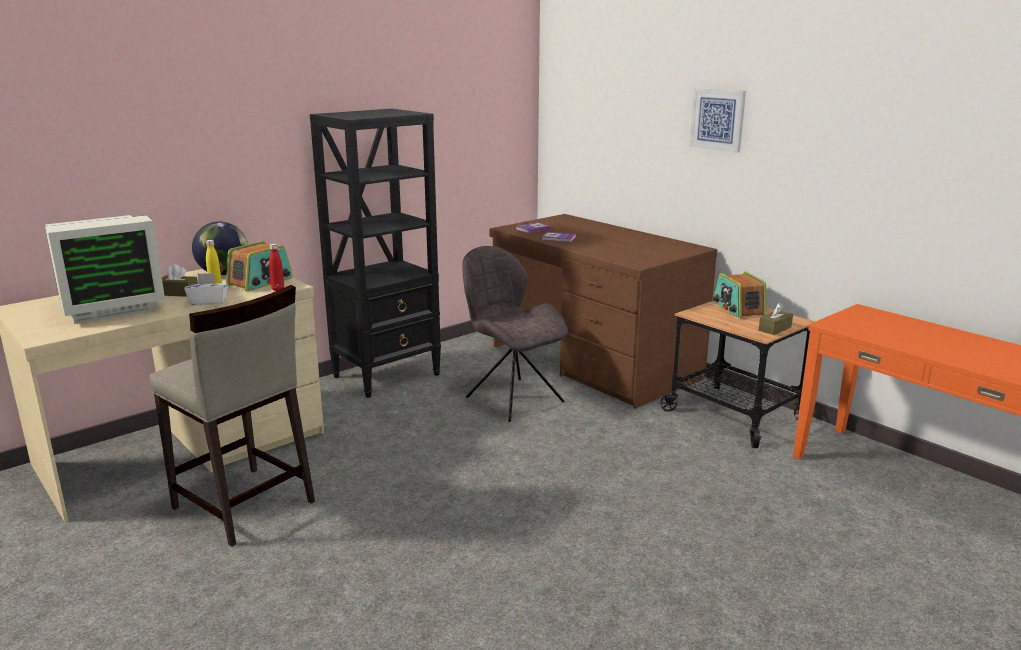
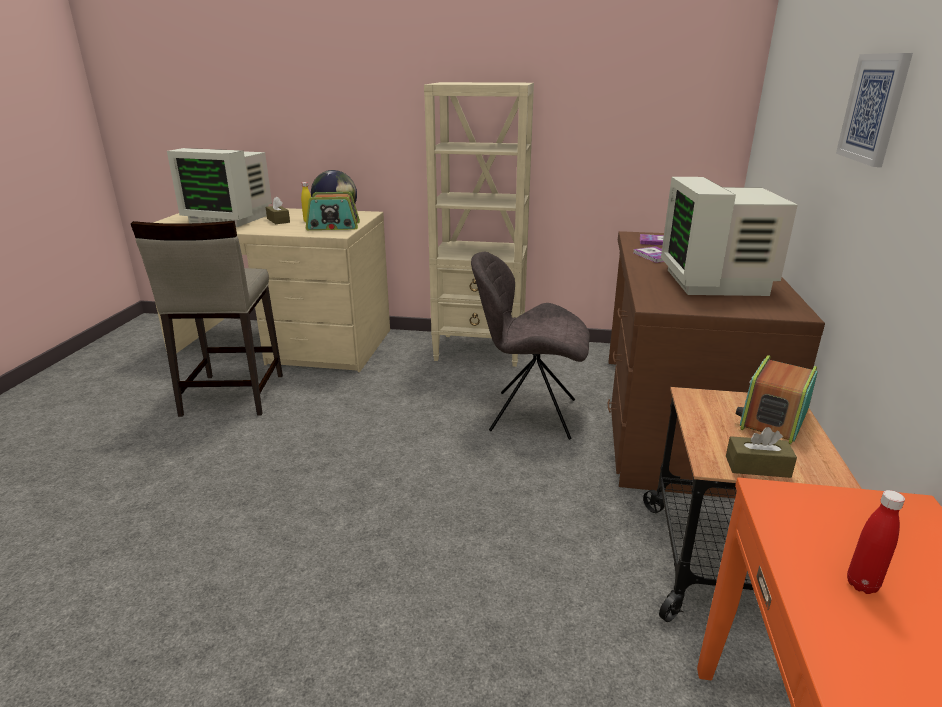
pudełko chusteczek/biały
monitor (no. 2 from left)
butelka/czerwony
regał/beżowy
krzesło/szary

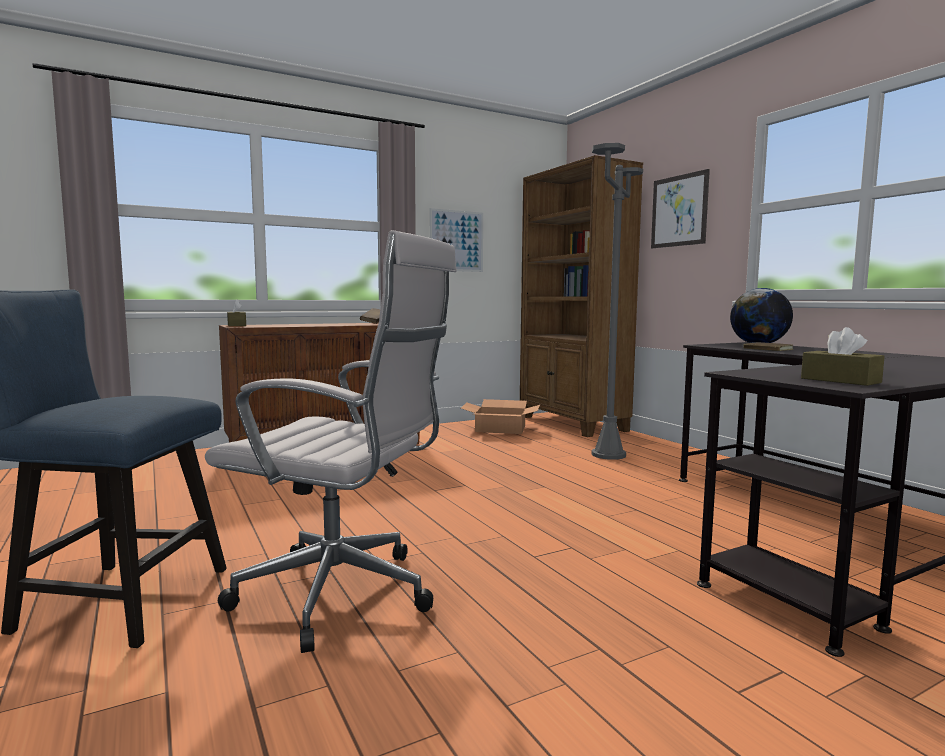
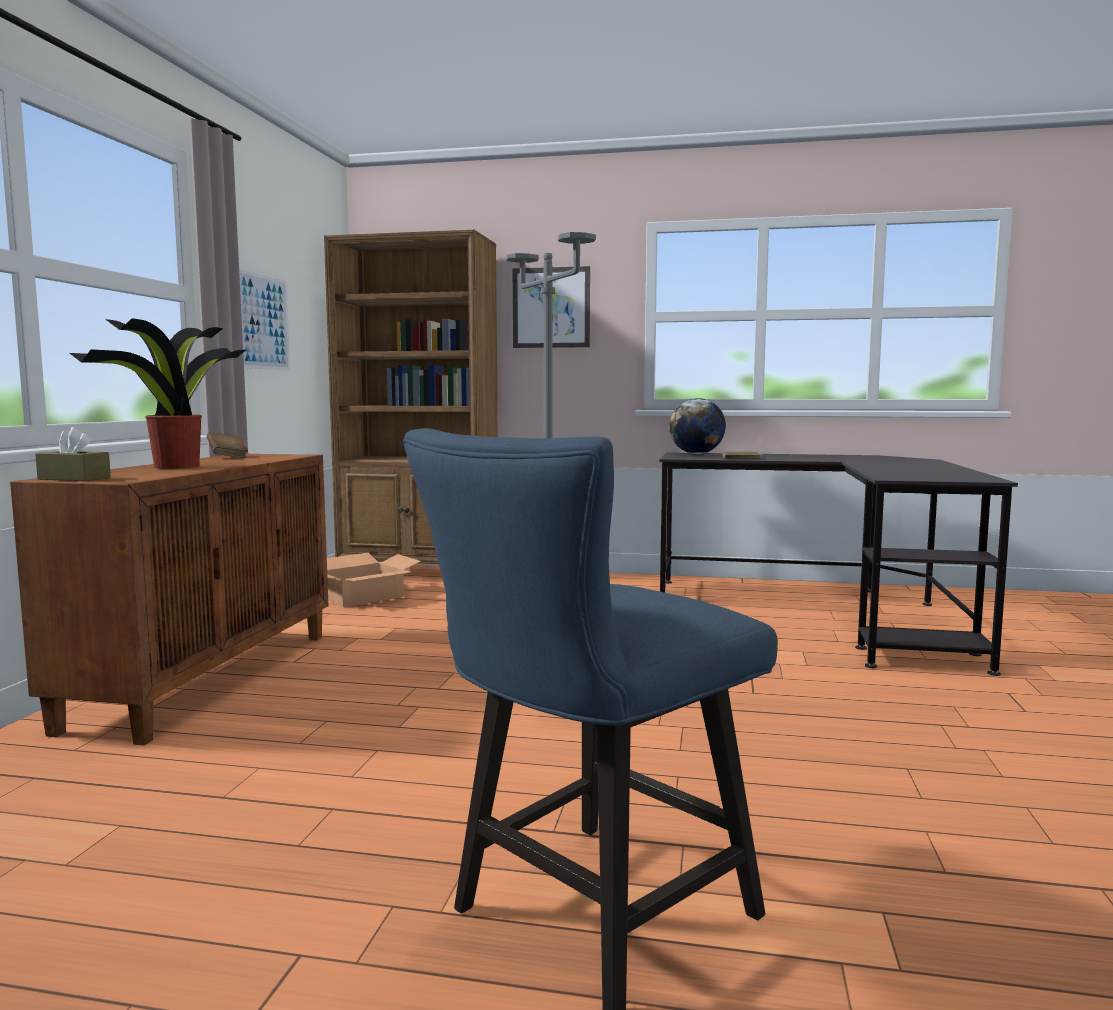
krzesło biurowe/biały
pudełko chusteczek/brązowy (no. 2 from left in the first image)
roślina doniczkowa

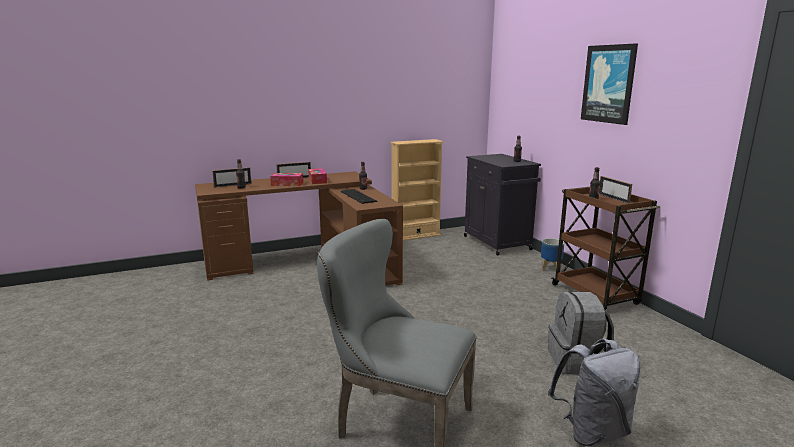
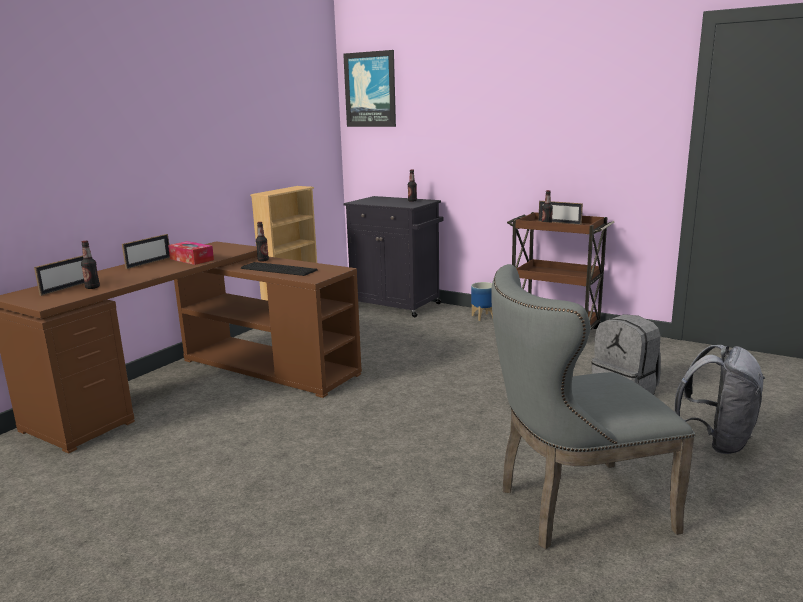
pudełko chusteczek (no. 1 from left in the first image)
obraz

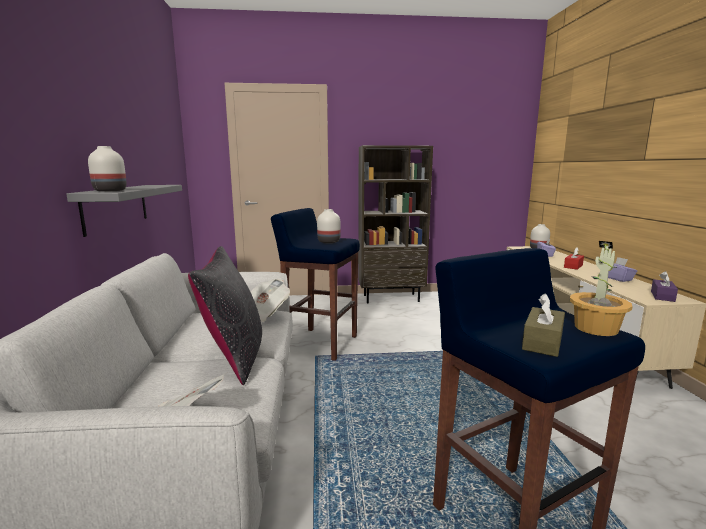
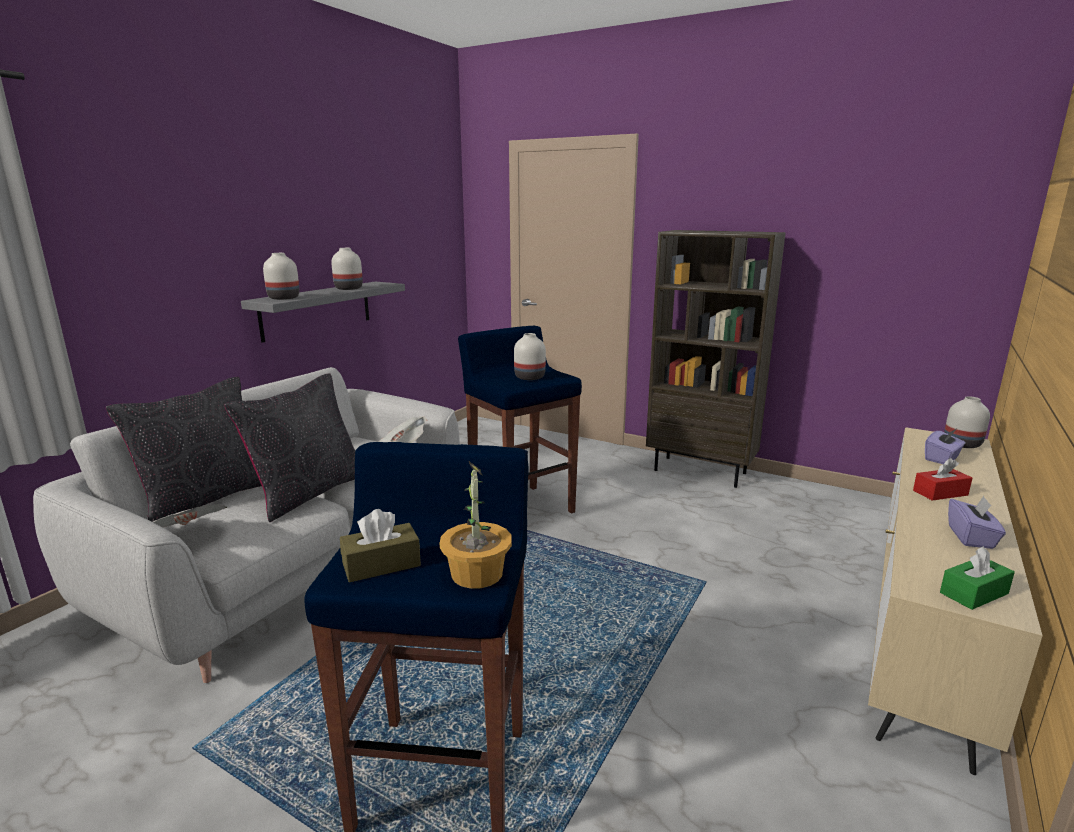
poduszka/czarny (no. 1 from left)
wazon/biały (no. 2 from left)
pudełko chusteczek/zielony

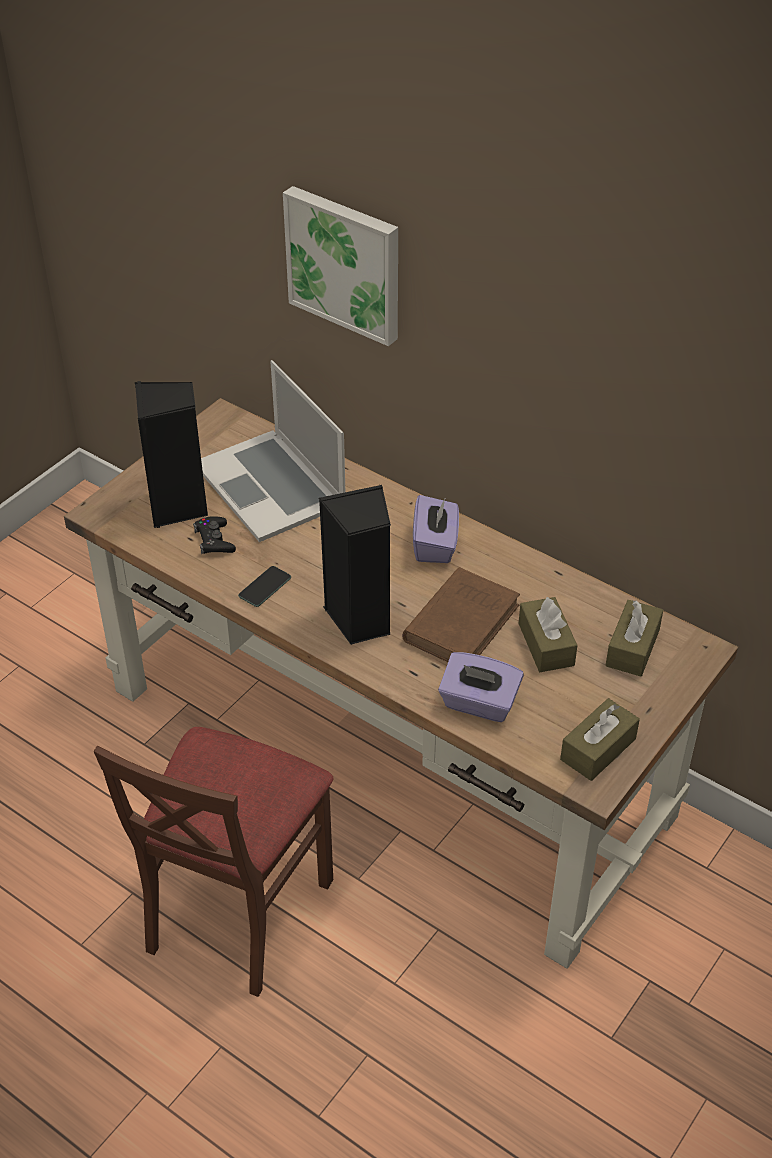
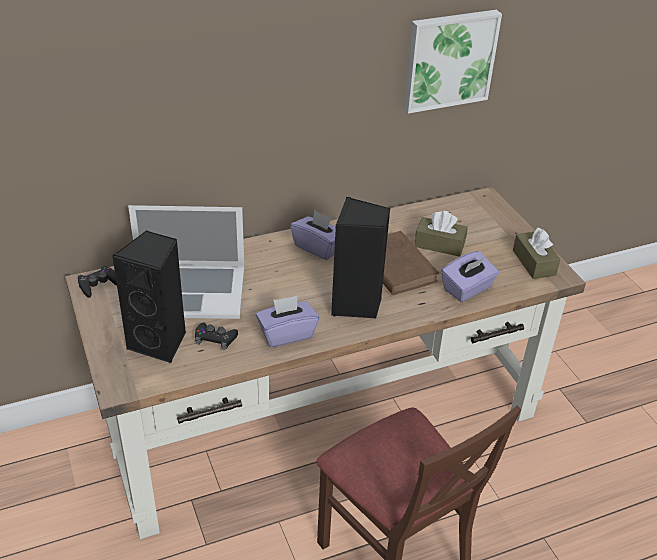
pudełko chusteczek/brązowy (no. 3 from left in the first image)
pad do gier/czarny (no. 1 from left)
obraz
pudełko chusteczek/fioletowy (no. 1 from left)

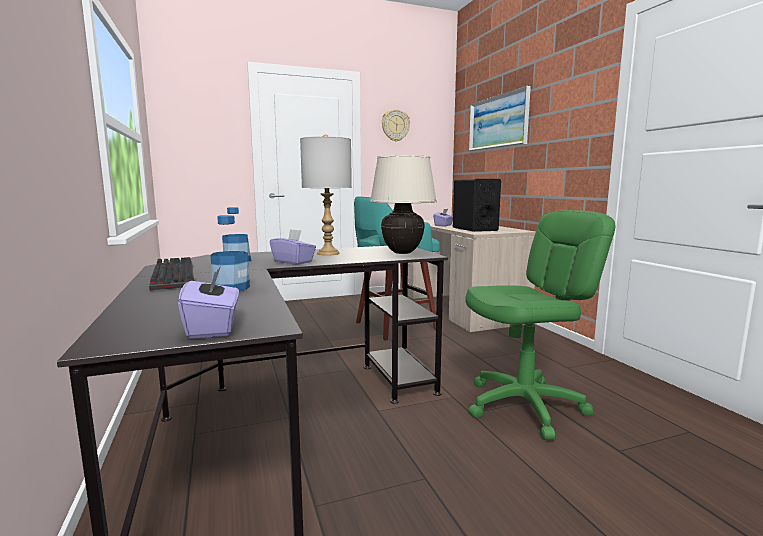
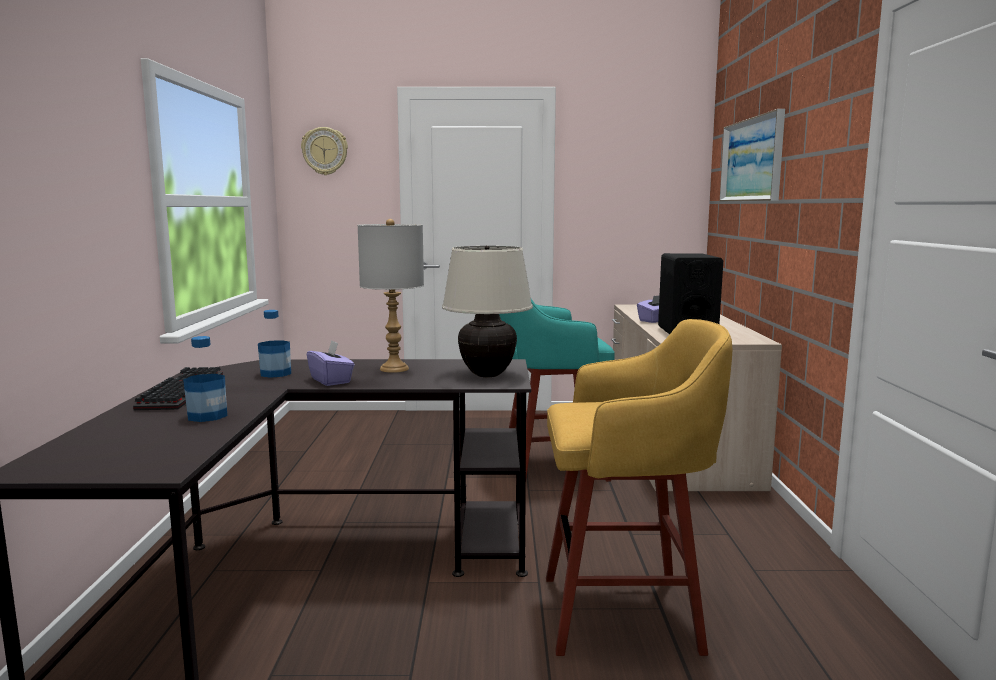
pudełko chusteczek/fioletowy (no. 1 from left in the first image)
zegar ścienny
stołek/żółty

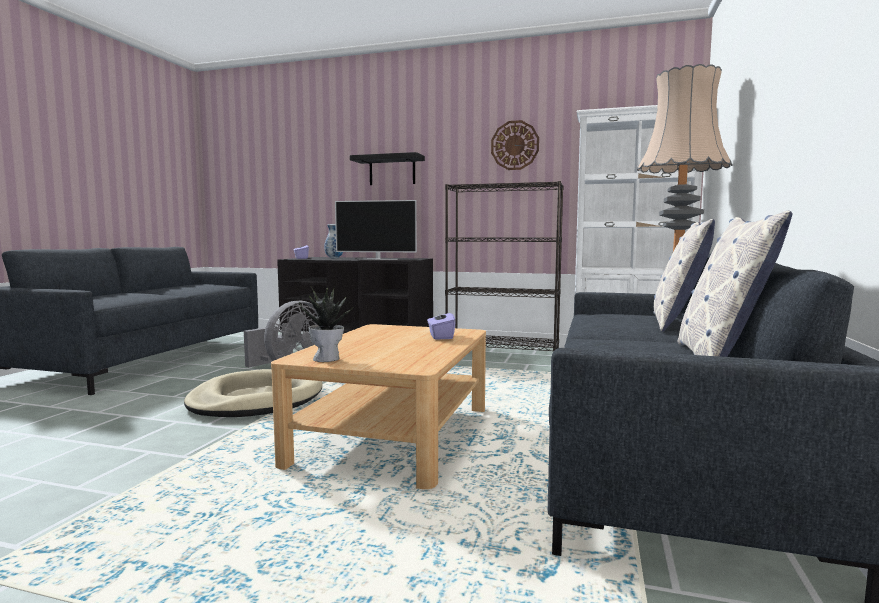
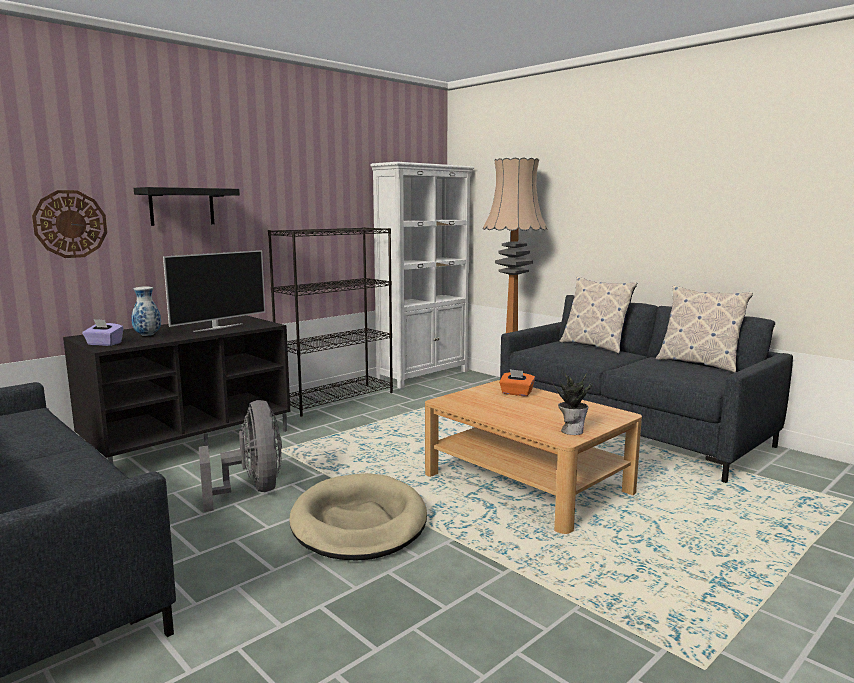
zegar ścienny
pudełko chusteczek/pomarańczowy

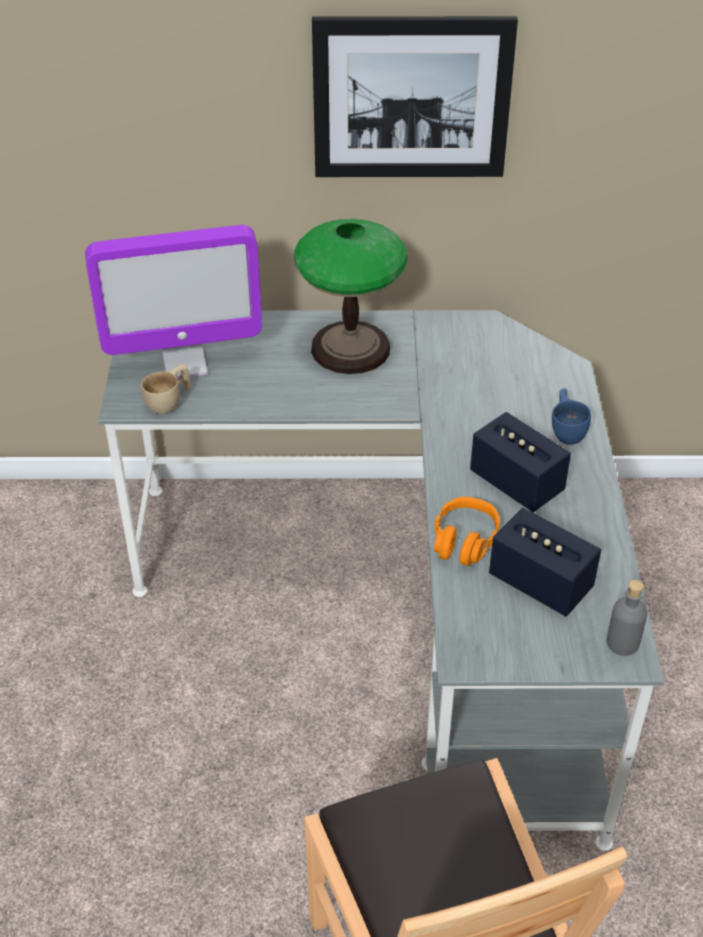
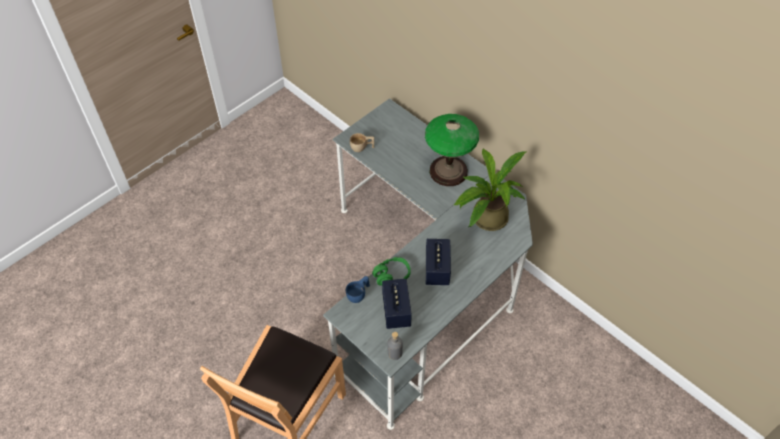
monitor
obraz
roślina doniczkowa
filiżanka/niebieski
słuchawki/zielony

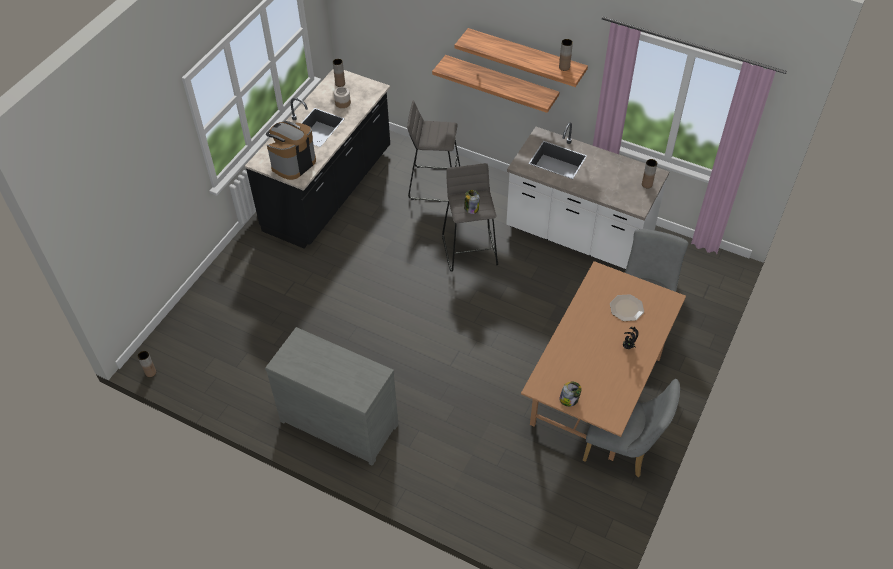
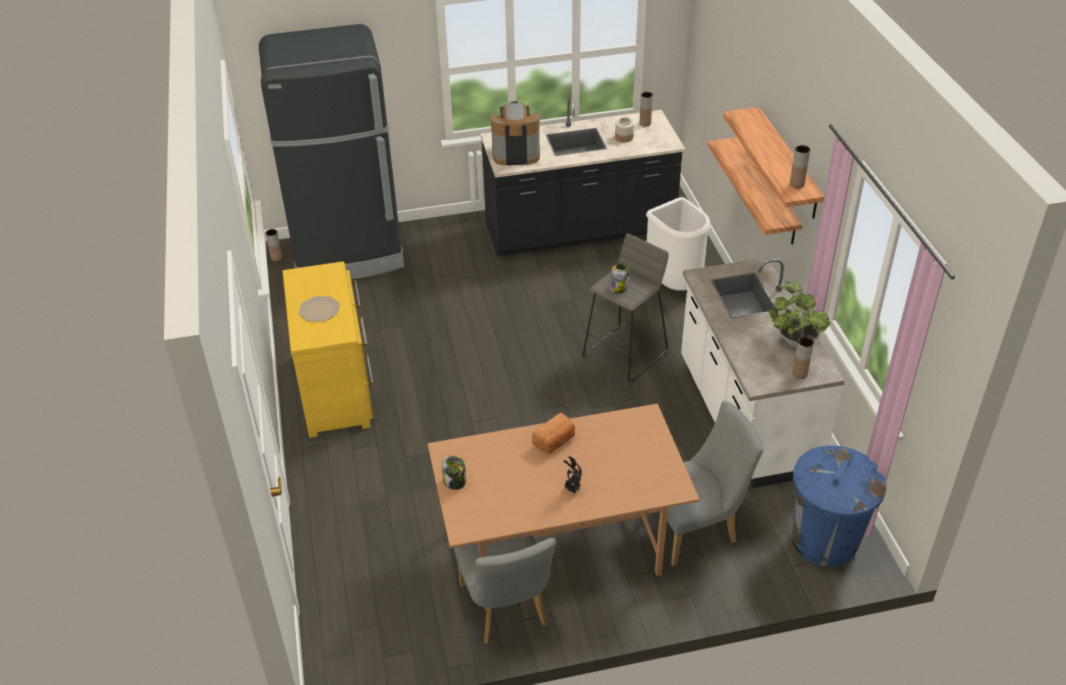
lodówka/czarny
chleb
roślina doniczkowa (no. 2 from left)
kosz na śmieci/niebieski
talerz
kosz na śmieci/biały
komoda/żółty

